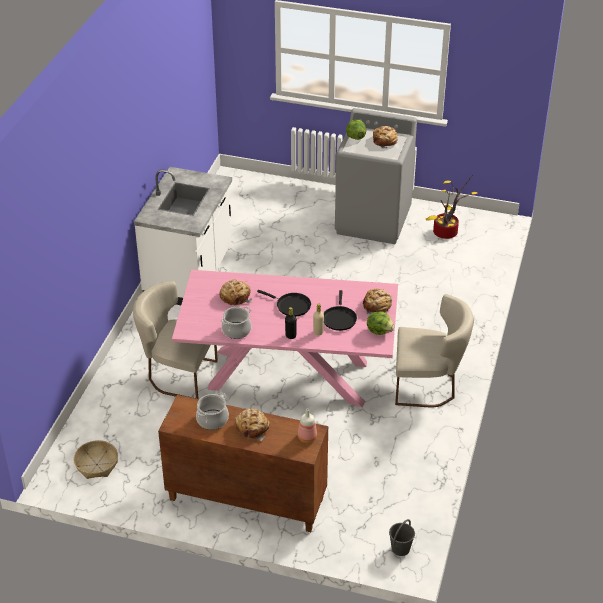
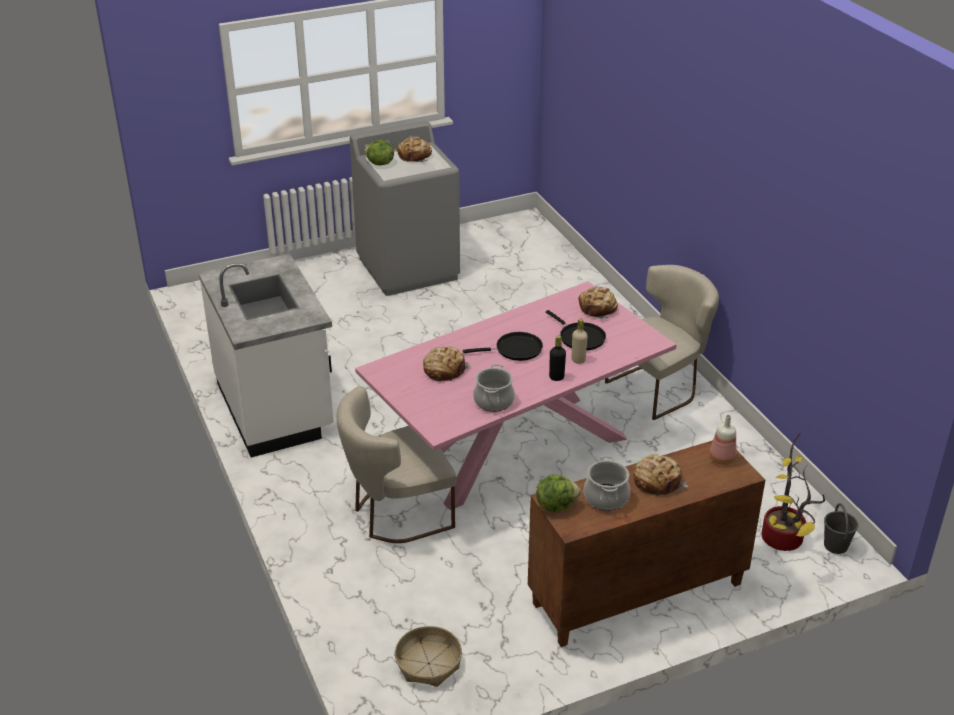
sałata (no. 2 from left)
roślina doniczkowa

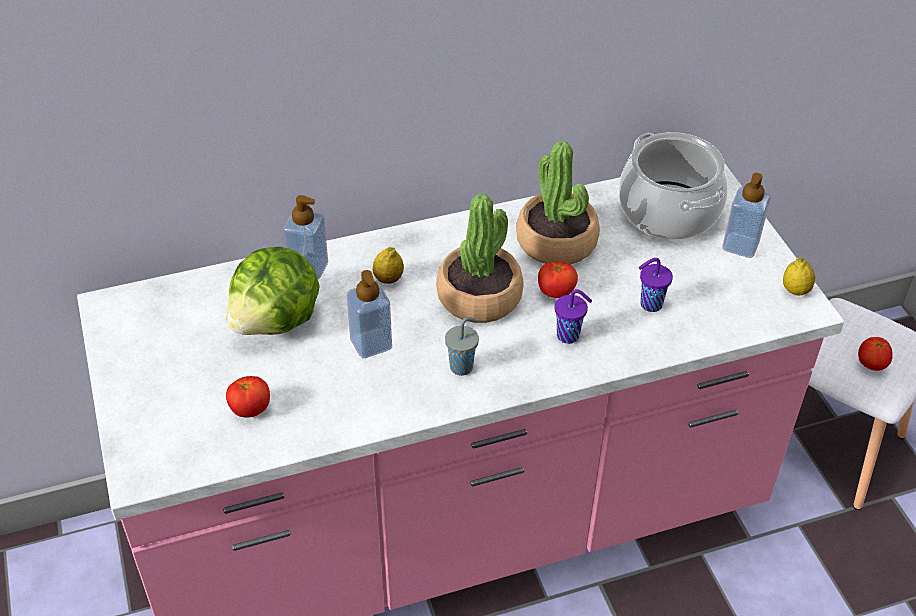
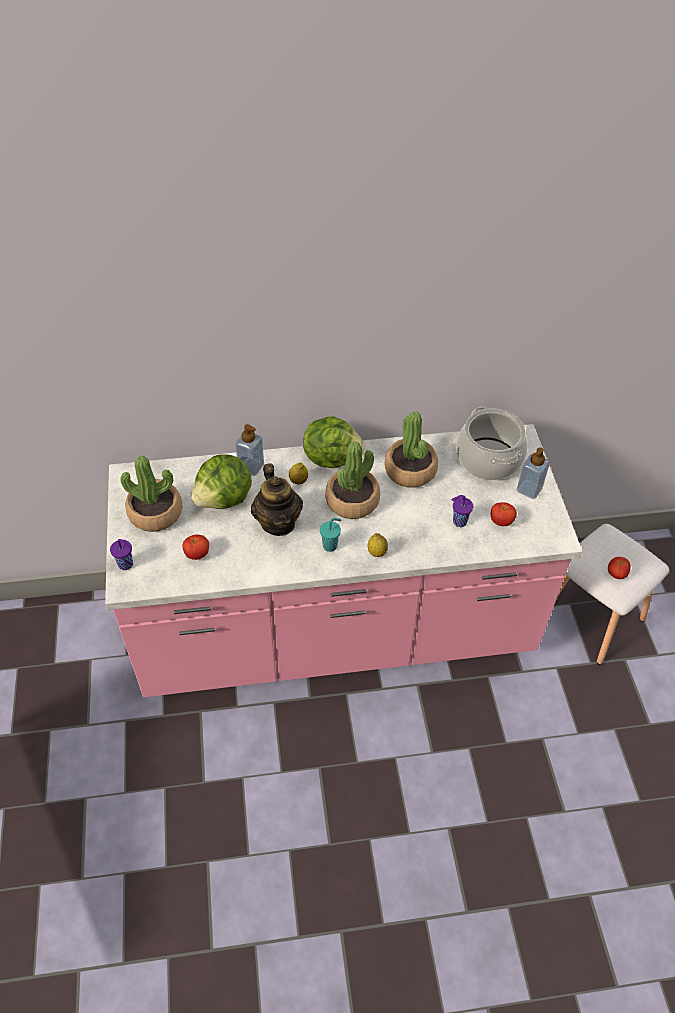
roślina doniczkowa (no. 1 from left)
sałata (no. 2 from left)
pomidor (no. 2 from left)
filiżanka/fioletowy (no. 1 from left)
cytryna (no. 2 from left)
imbryk
filiżanka/turkusowy

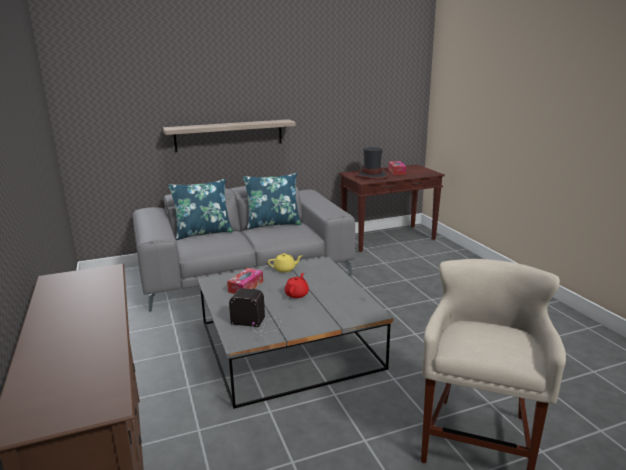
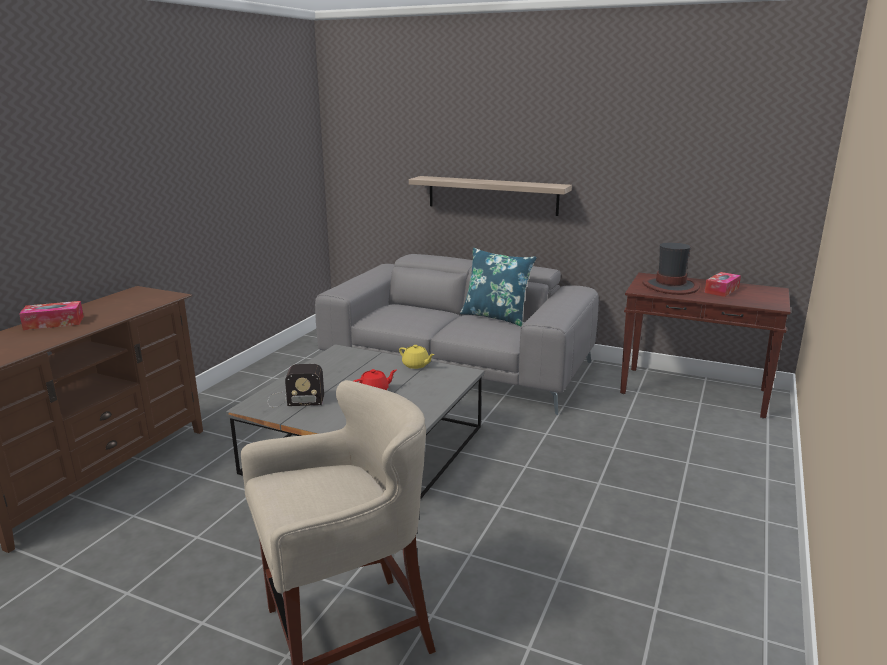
poduszka/niebieski (no. 1 from left in the first image)
pudełko chusteczek (no. 1 from left)
radio

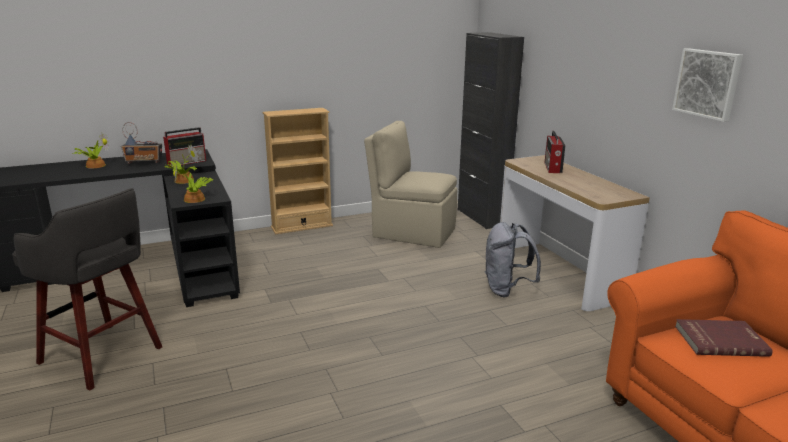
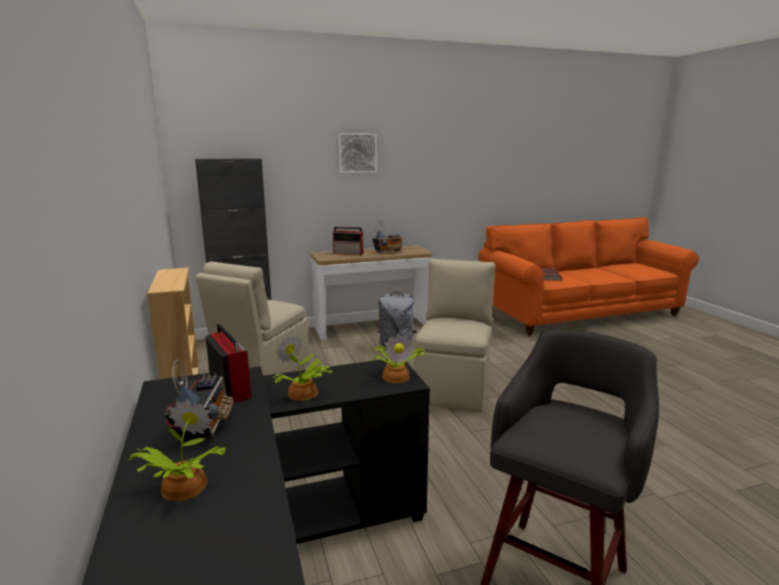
radio (no. 4 from left)
krzesło/beżowy (no. 2 from left)
obraz

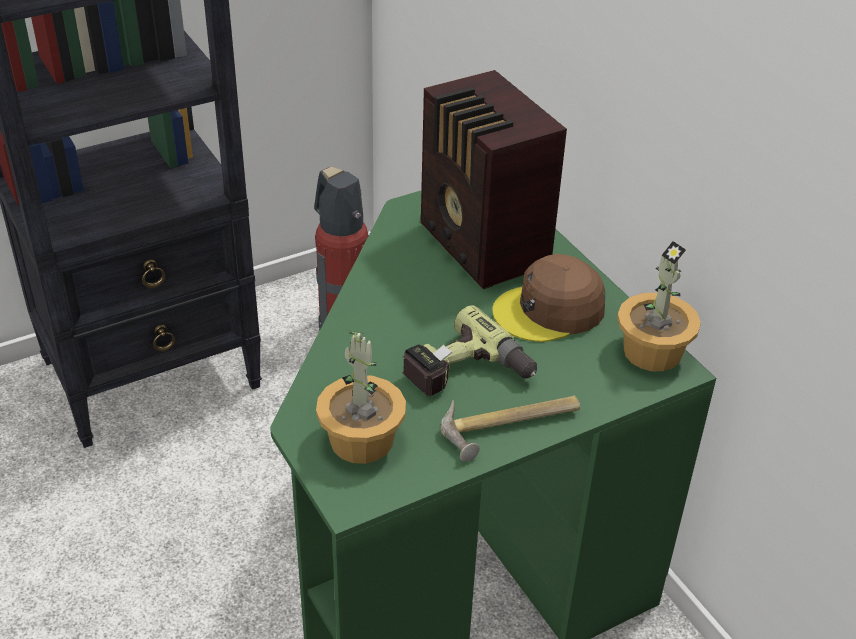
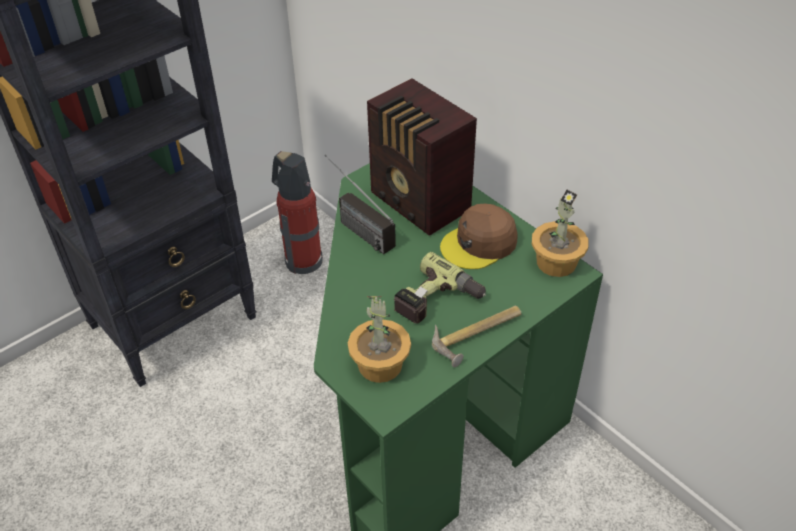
radio (no. 1 from left)

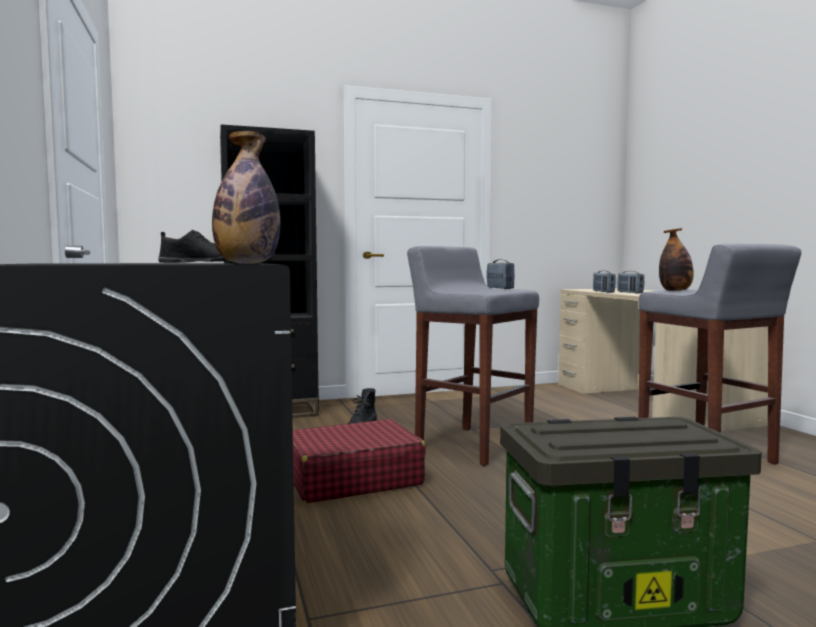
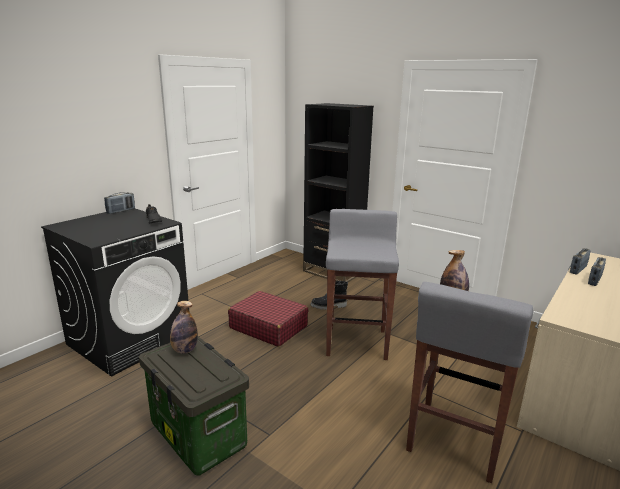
butelka (no. 1 from left)
radio (no. 1 from left)

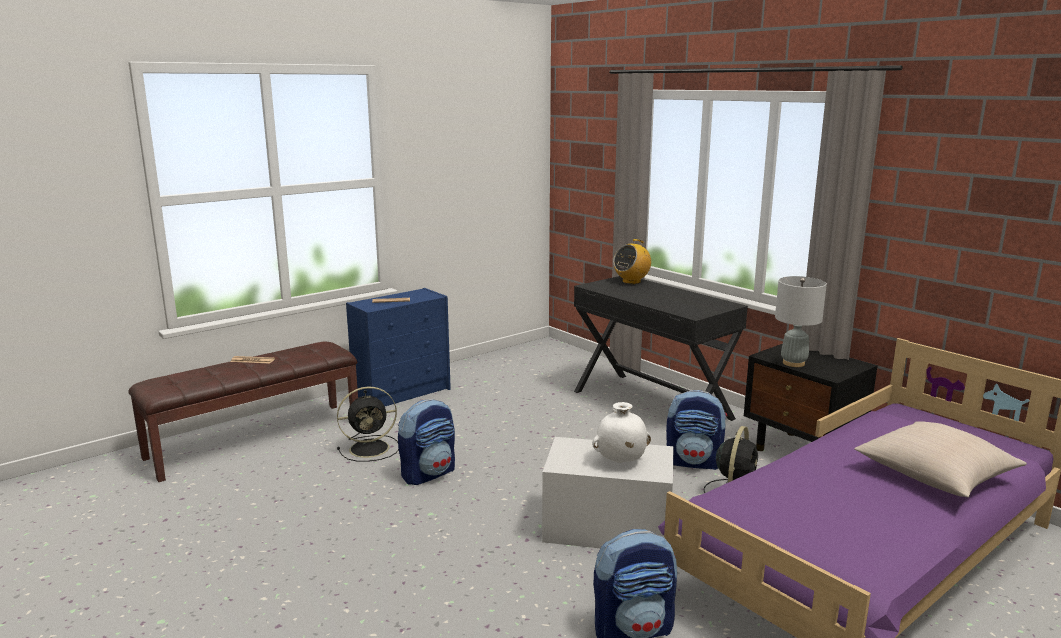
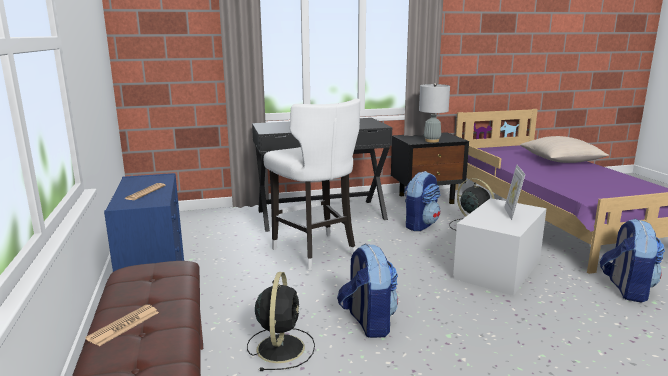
radio
stołek/biały
ramka na zdjęcie

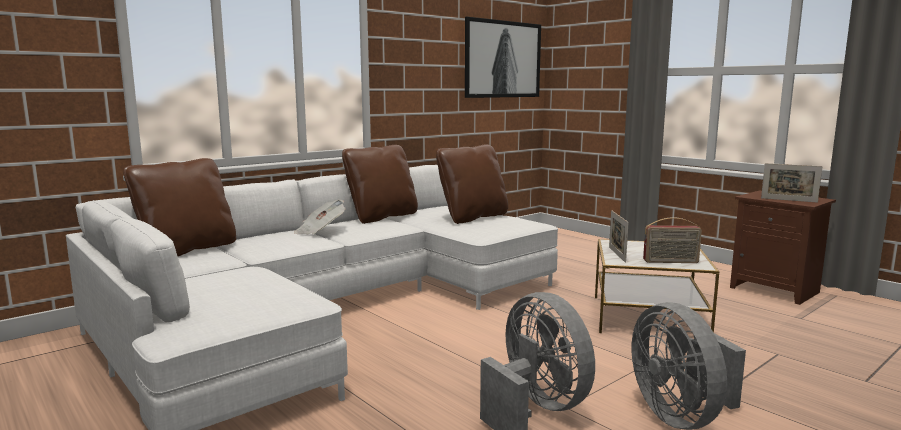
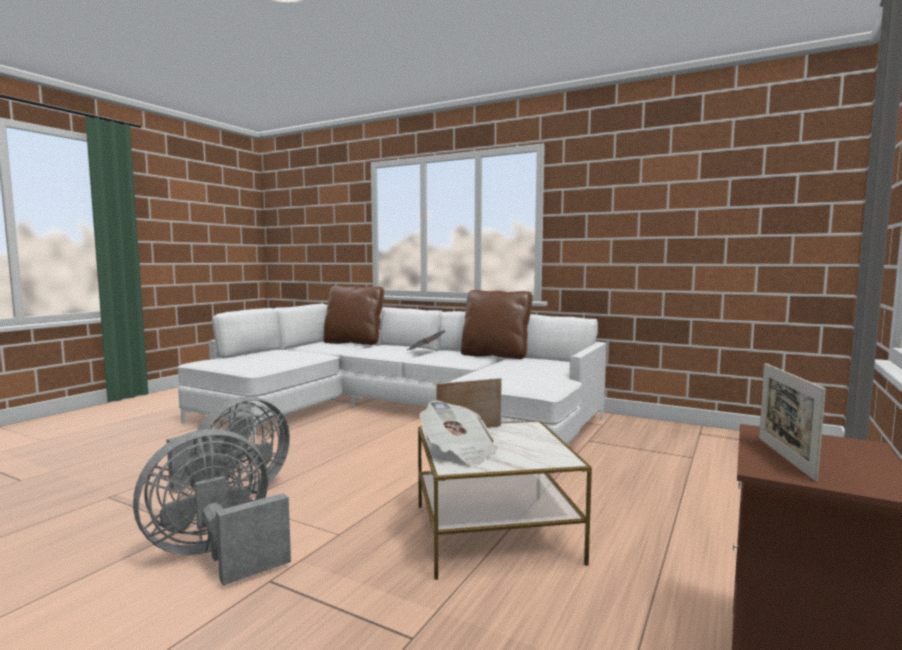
poduszka/brązowy (no. 3 from left in the first image)
obraz
gazeta (no. 2 from left)

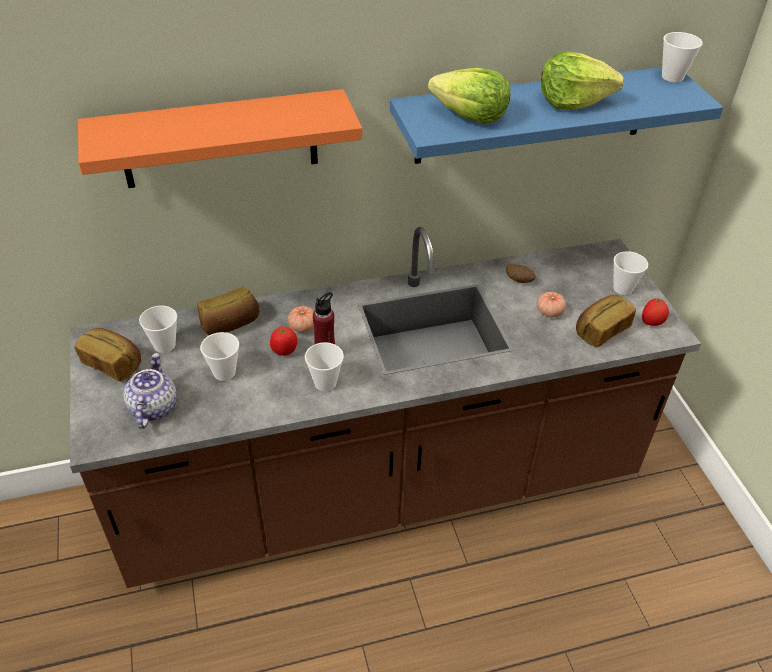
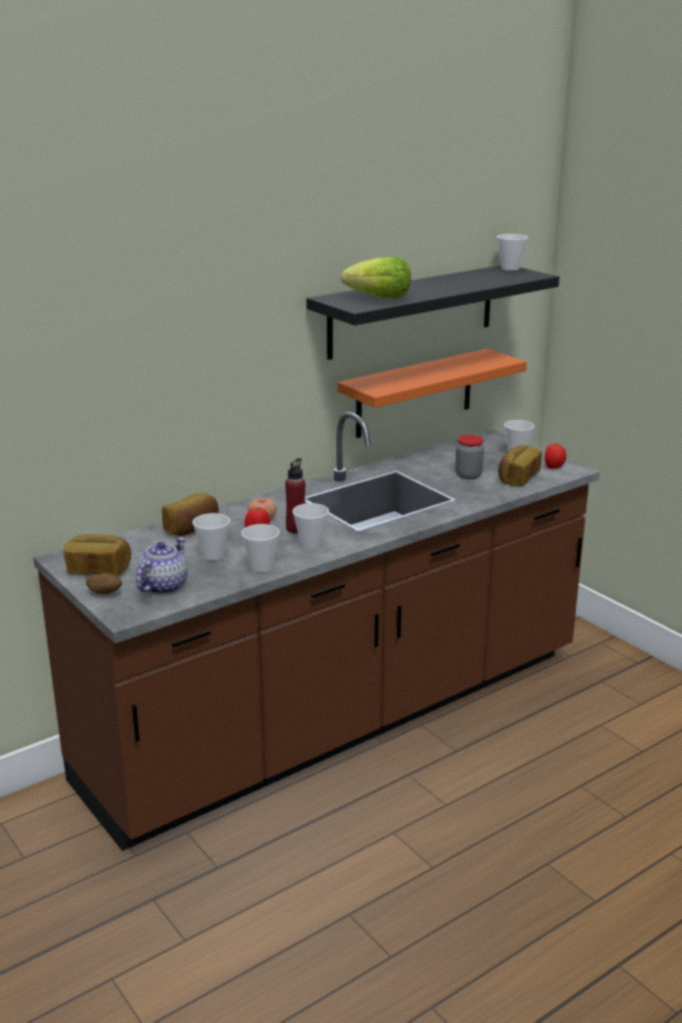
sałata (no. 2 from left in the first image)
półka/pomarańczowy
filiżanka (no. 2 from left)
ziemniak
słoik
półka/czarny
imbryk

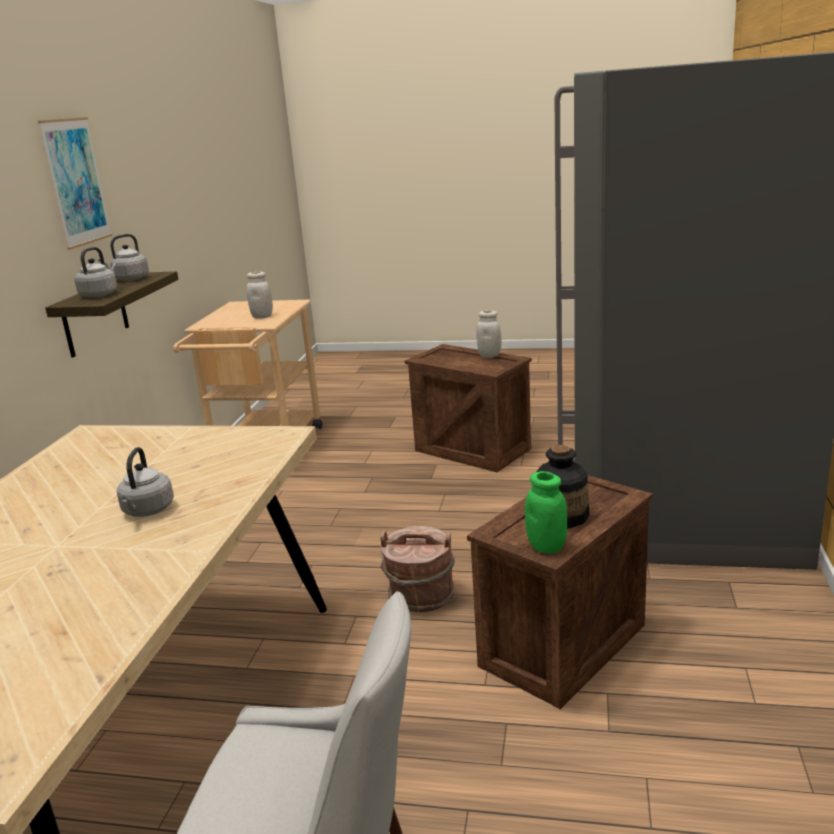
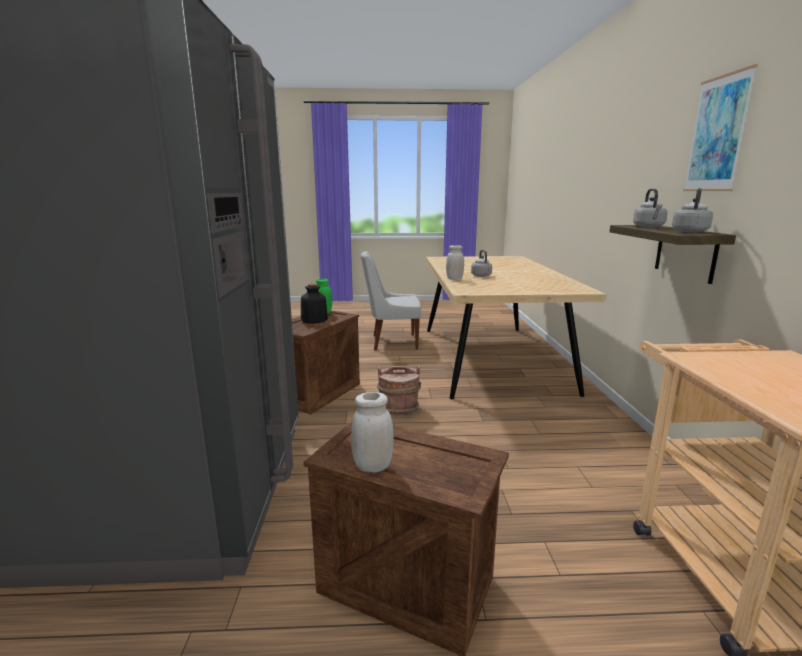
słoik/biały (no. 2 from left)

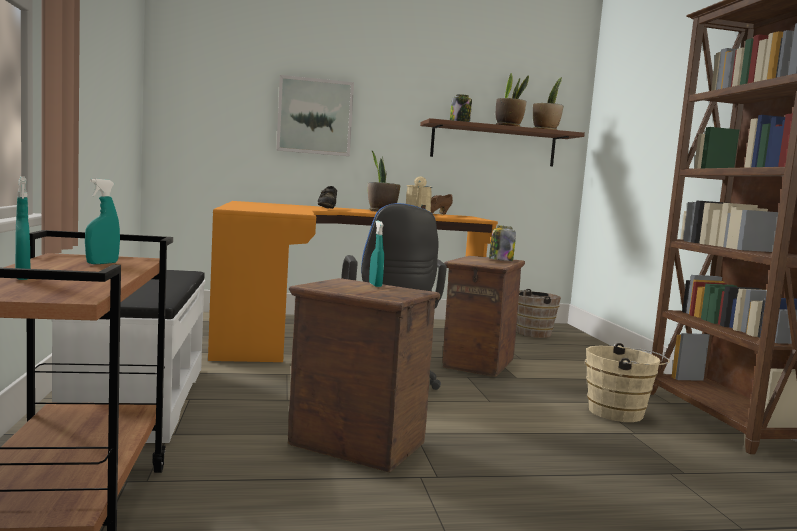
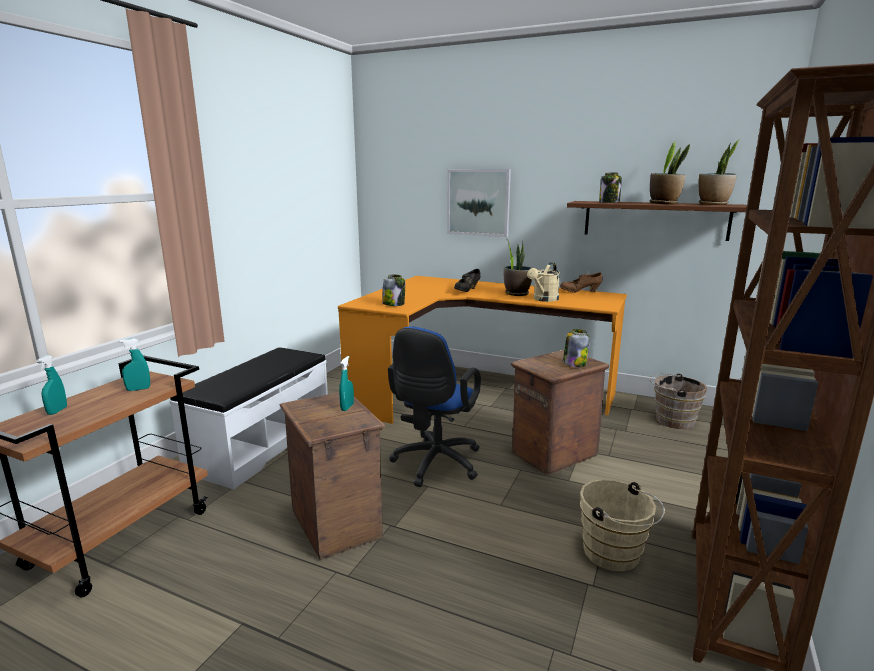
słoik (no. 1 from left)

